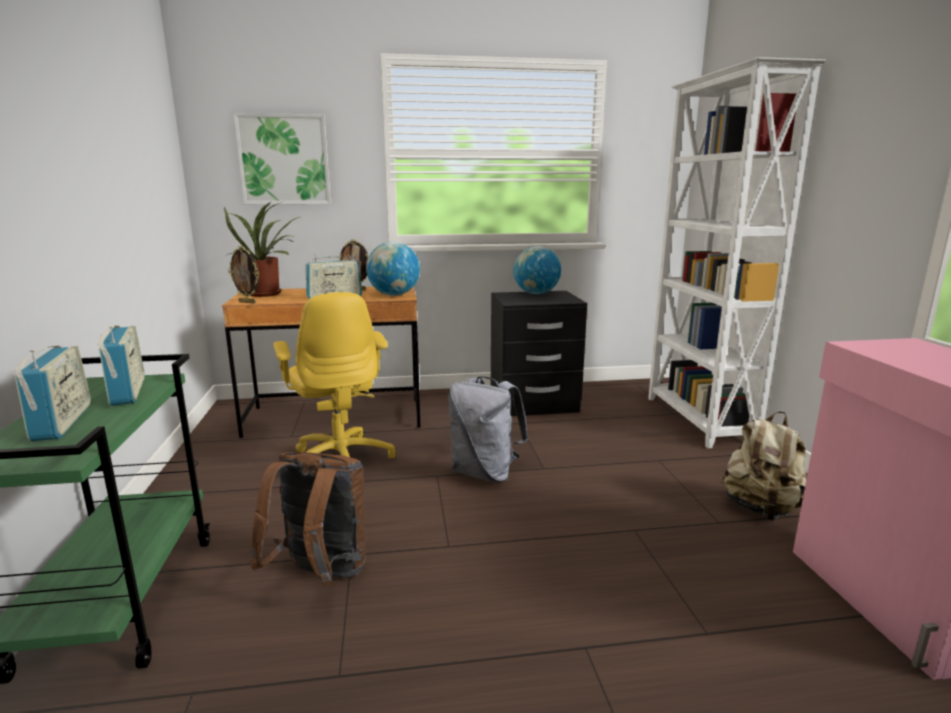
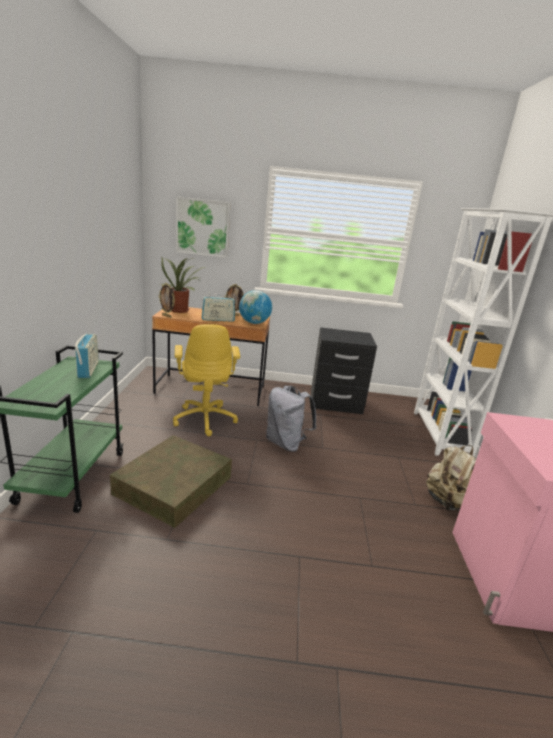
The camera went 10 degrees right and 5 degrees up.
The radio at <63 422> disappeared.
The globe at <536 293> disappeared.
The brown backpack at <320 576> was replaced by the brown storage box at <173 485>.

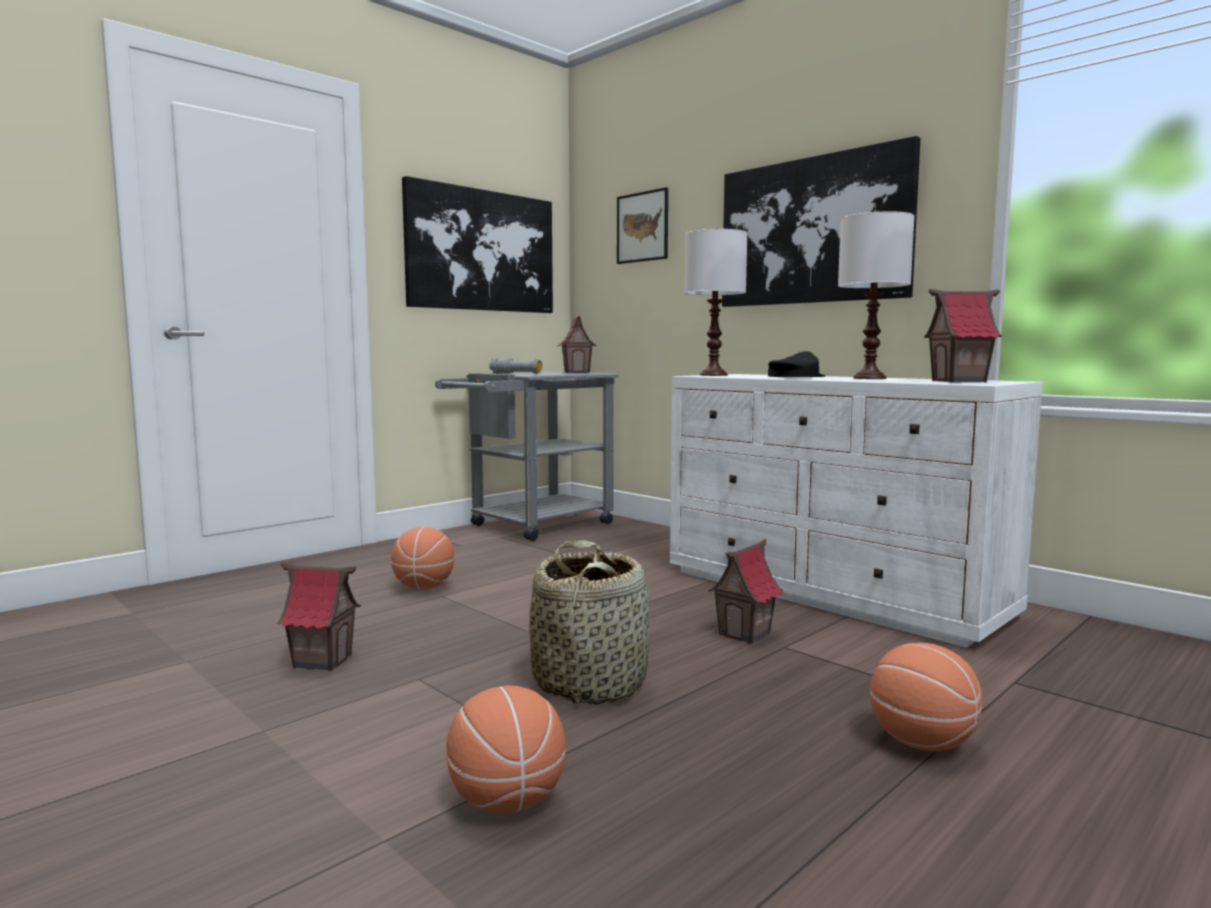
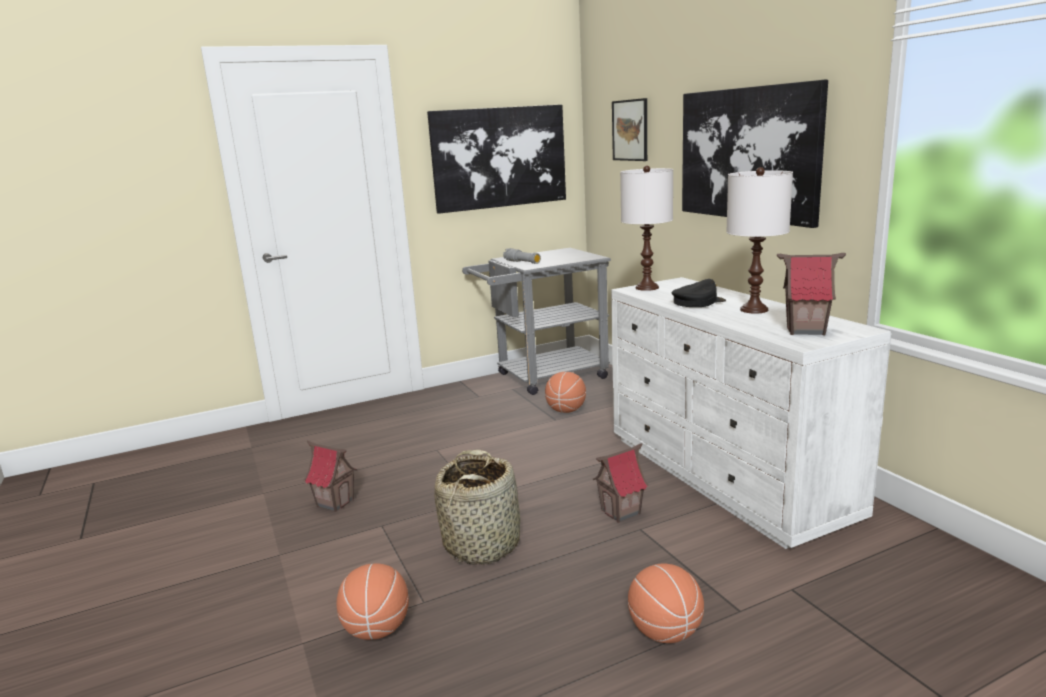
The camera went 20 degrees right and 10 degrees up.
The toy house at <577 372> disappeared.
The basketball moved from <424 587> to <566 410>.

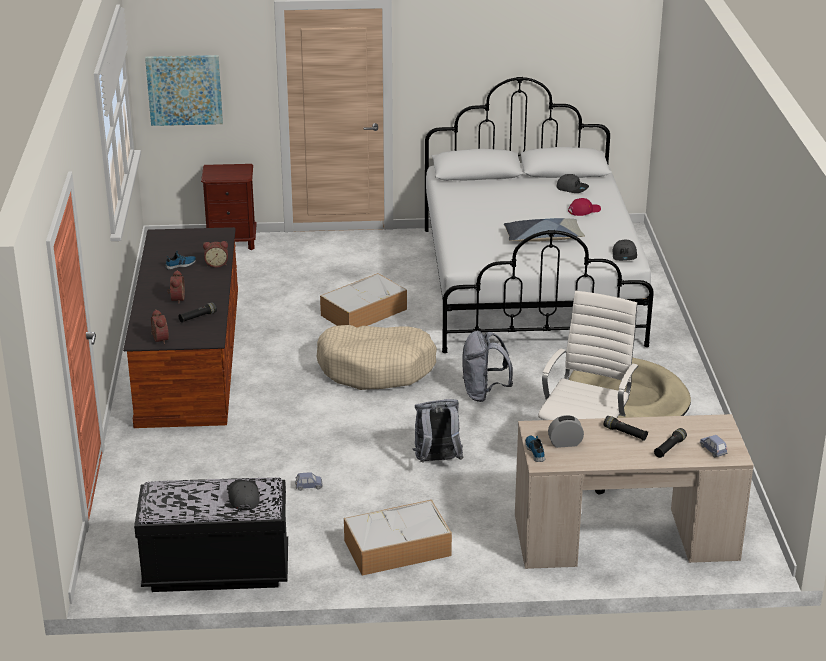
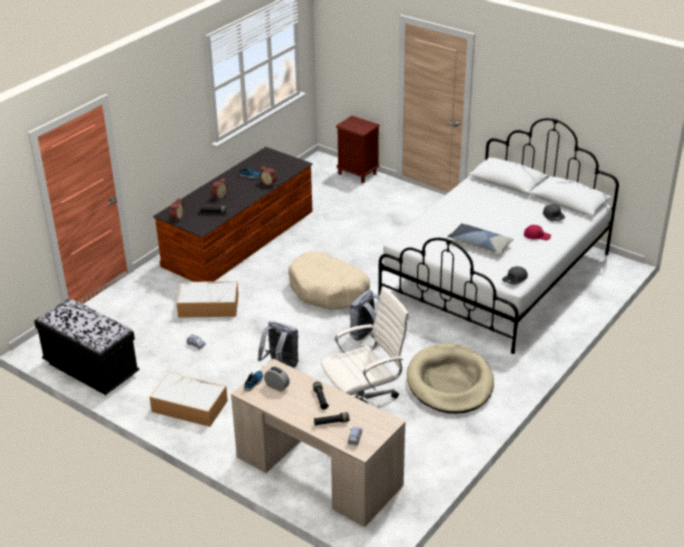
The camera went 40 degrees right and 5 degrees up.
The picture at <184 89> disappeared.
The grey cap at <243 497> disappeared.
The storage box moved from <364 312> to <209 306>.

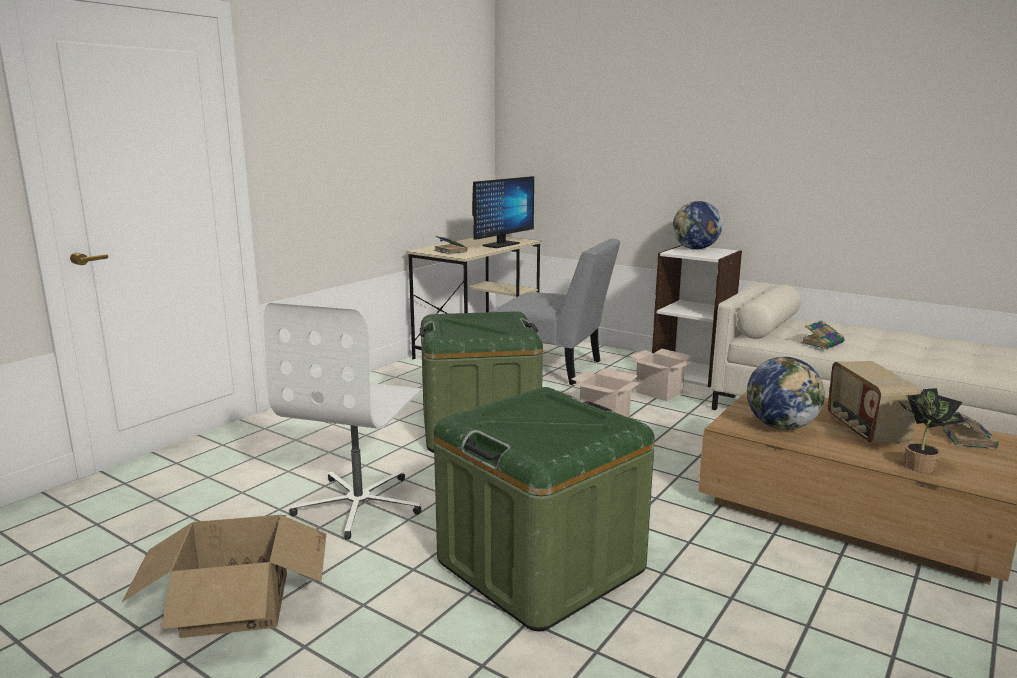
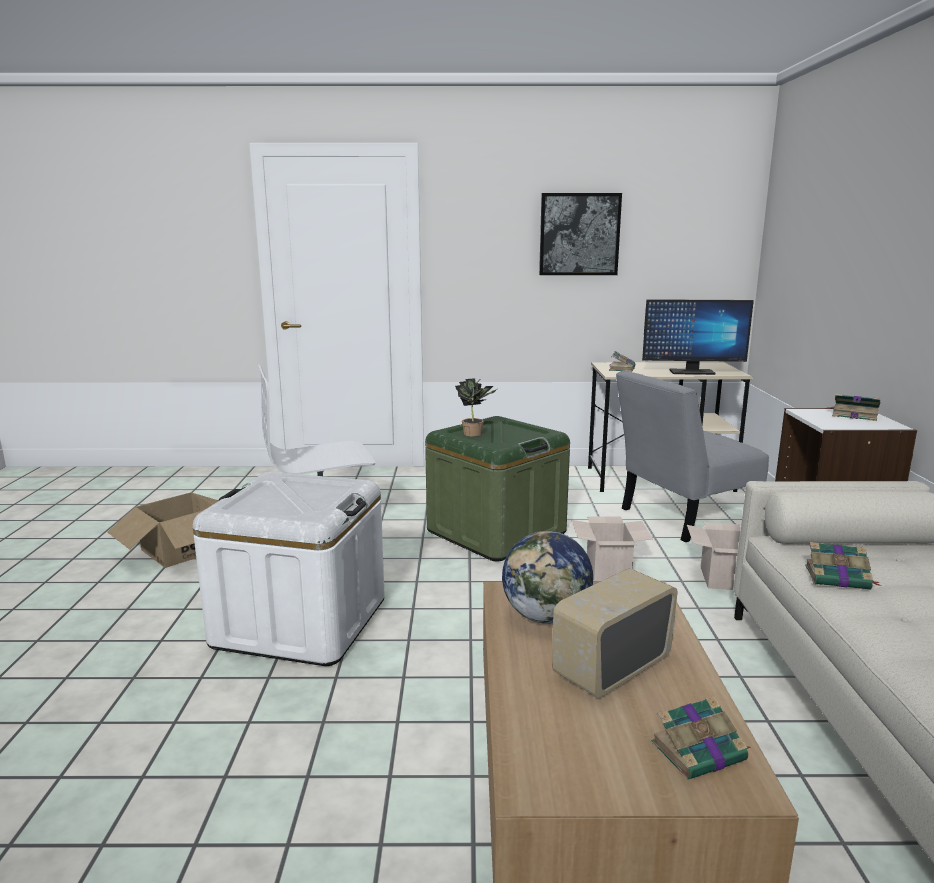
The camera went 55 degrees right and 0 degrees up.
The picture at <579 234> appeared.
The potted plant moved from <920 465> to <475 434>.
The globe at <695 249> was replaced by the book at <853 415>.
The green storage box at <540 565> became the white storage box at <300 622>.
The grey chair at <554 368> turned 75 degrees clockwise.

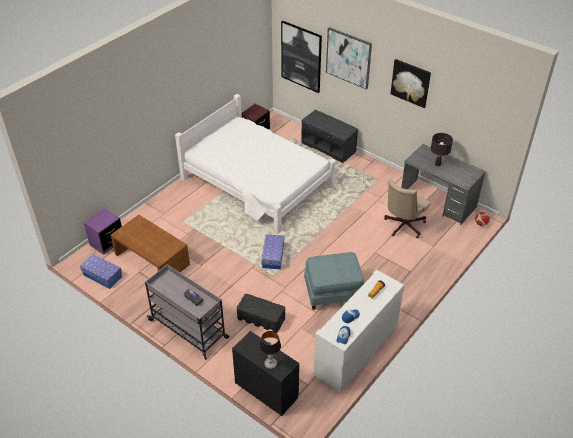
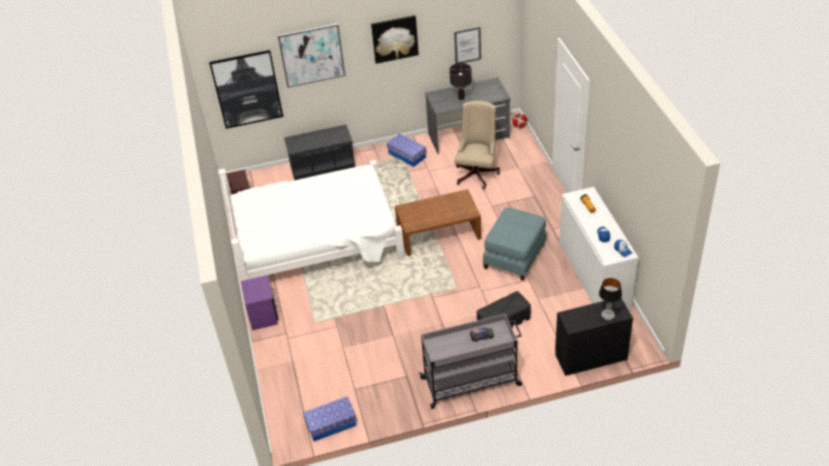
The camera went 50 degrees left and 0 degrees up.
The picture at <467 45> appeared.
The purple nightstand moved from <107 242> to <263 315>.
The brown coffee table moved from <152 260> to <438 234>.
The storage box moved from <273 256> to <407 155>.
The beige office chair at <402 226> turned 150 degrees counterclockwise.

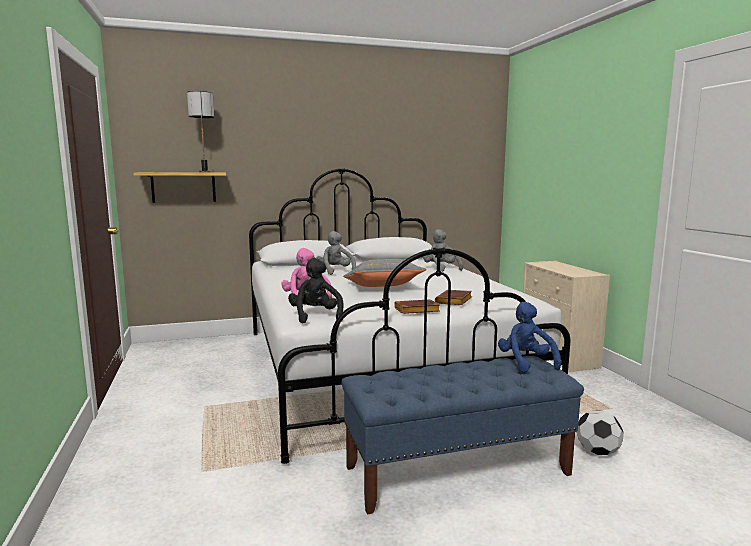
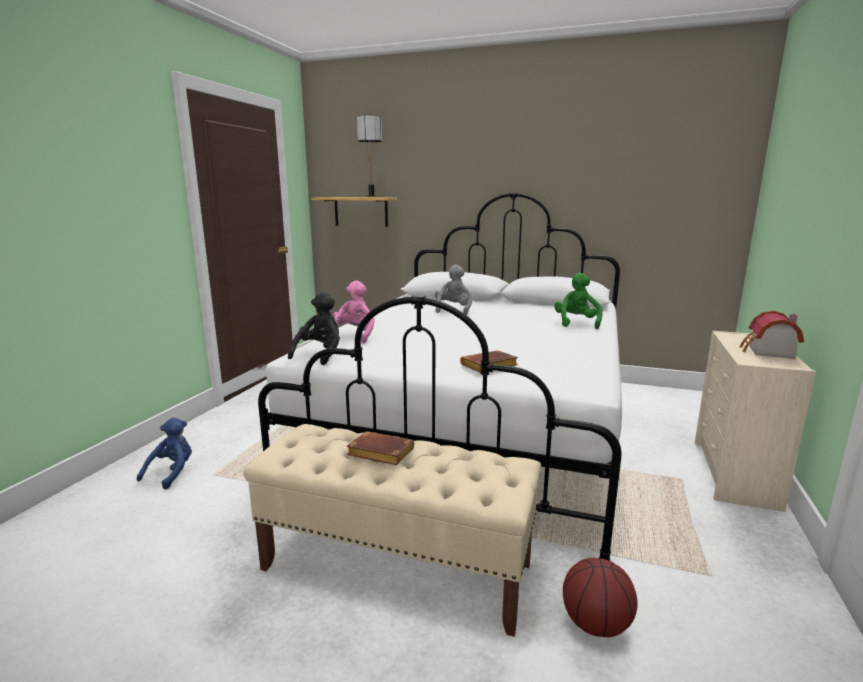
The camera went 35 degrees right and 5 degrees up.
The grey pillow at <382 288> disappeared.
The toy house at <768 352> appeared.
The brown book moved from <416 311> to <378 453>.
The blue plush toy moved from <526 362> to <172 473>.
The football at <597 452> was replaced by the basketball at <596 625>.
The blue bench at <458 470> became the beige bench at <397 566>.
The grey plush toy at <441 269> became the green plush toy at <576 323>.

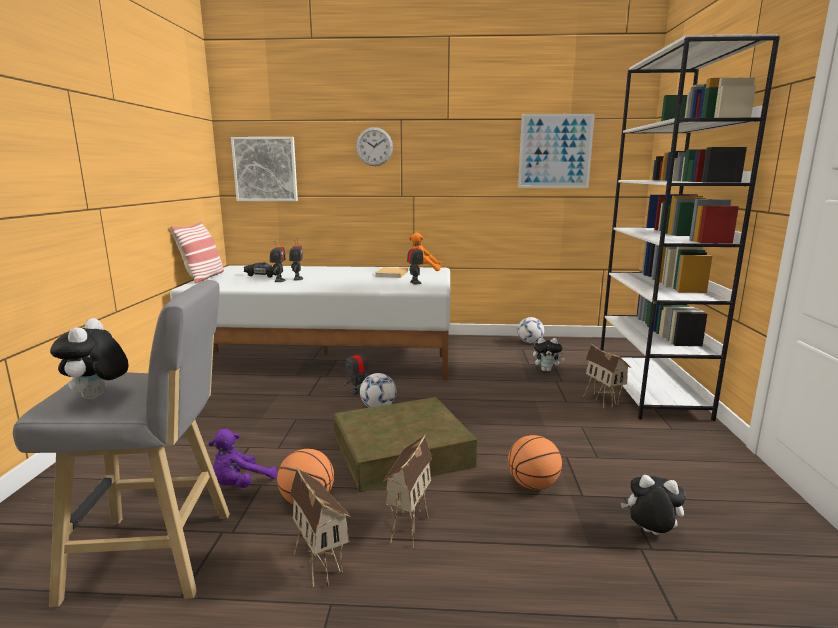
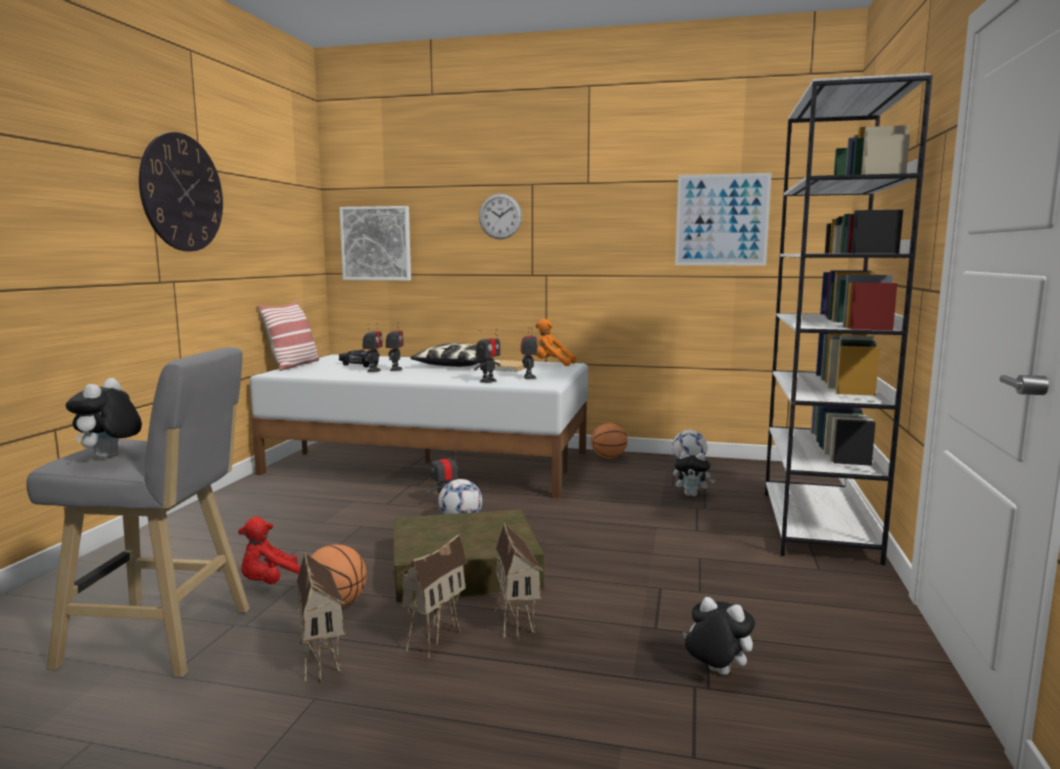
The camera went 10 degrees right and 5 degrees down.
The wall clock at <182 193> appeared.
The pillow at <455 365> appeared.
The toy robot at <488 381> appeared.
The basketball moved from <533 485> to <608 458>.
The toy house moved from <603 401> to <517 624>.
The purple plush toy at <240 485> became the red plush toy at <273 584>.

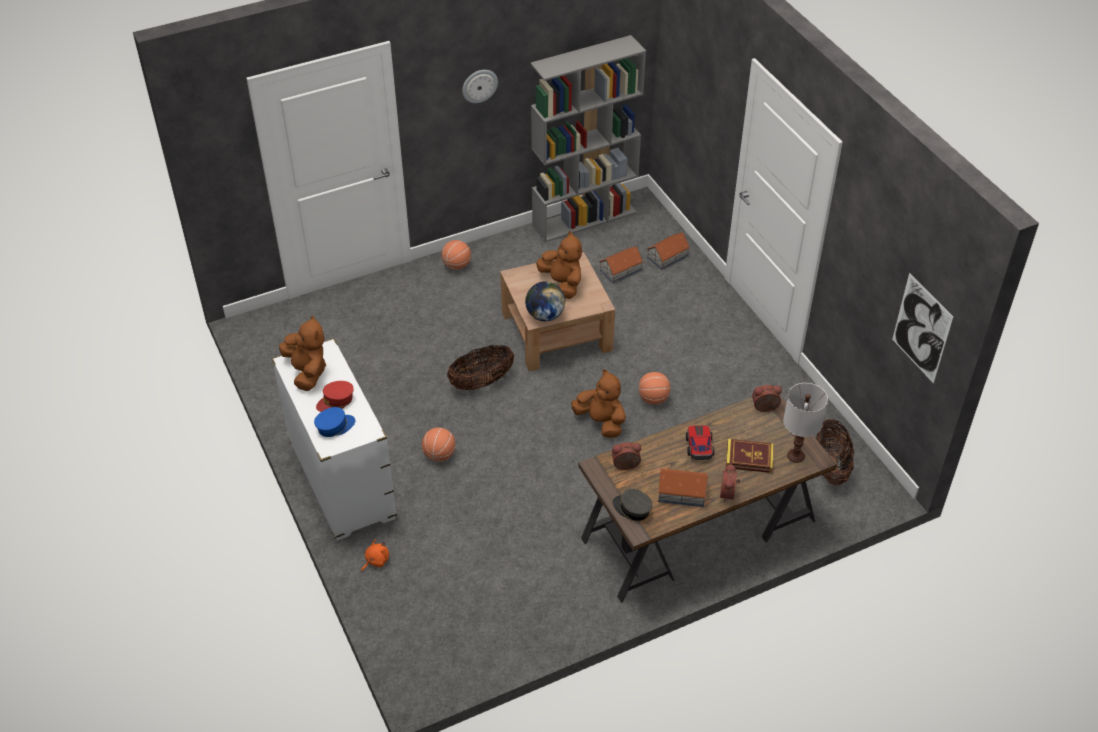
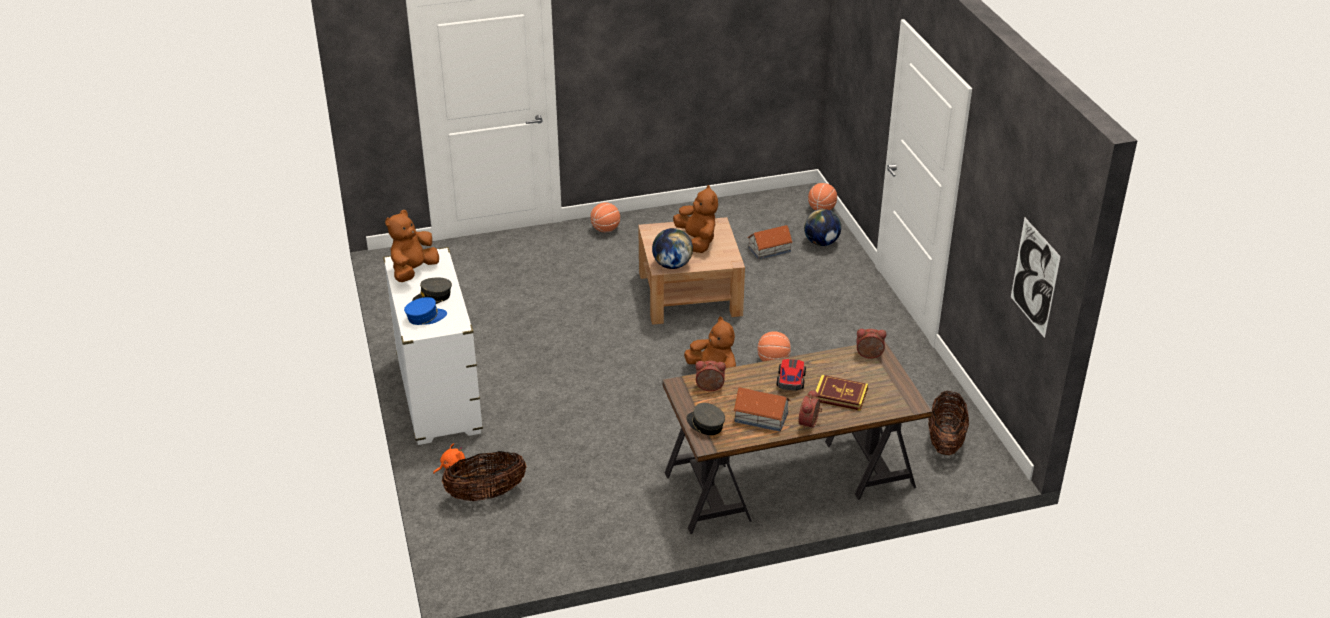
The camera went 10 degrees right and 10 degrees down.
The wall clock at <479 85> disappeared.
The grey bookcase at <584 218> disappeared.
The white table lamp at <795 456> disappeared.
The basketball moved from <439 455> to <821 209>.
The basket moved from <481 382> to <486 494>.
The toy house at <668 256> was replaced by the globe at <821 243>.
The red cap at <336 401> became the grey cap at <433 297>.
The brown plush toy at <307 372> turned 135 degrees counterclockwise.

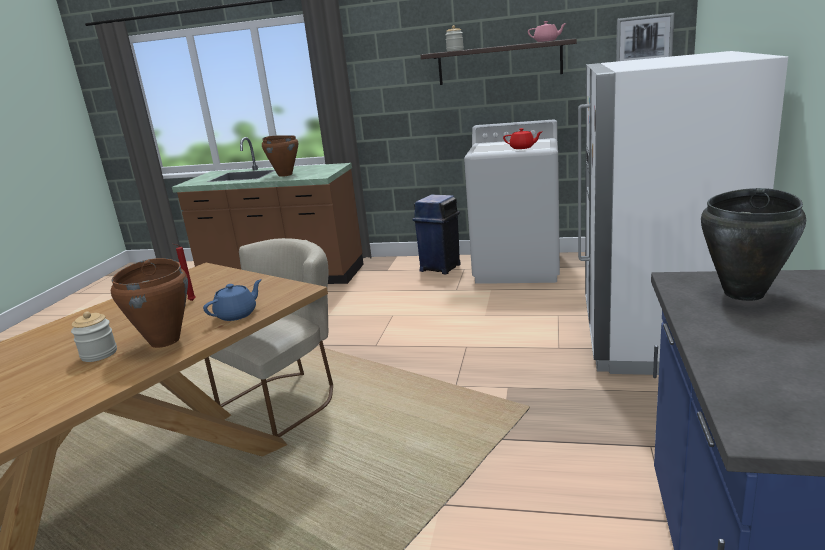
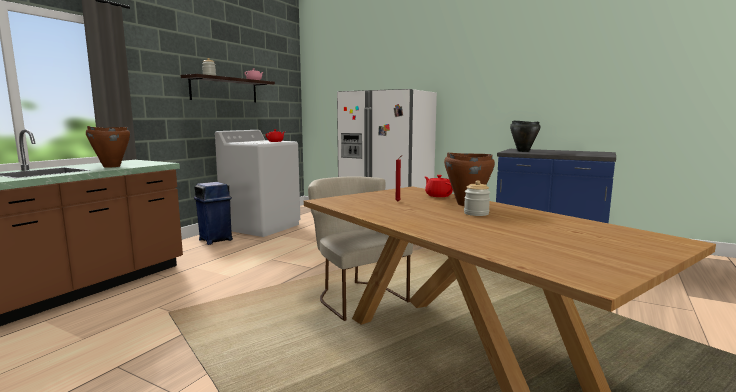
The camera went 75 degrees left and 10 degrees down.
The picture at <644 40> disappeared.
The blue teapot at <237 314> became the red teapot at <438 195>.

